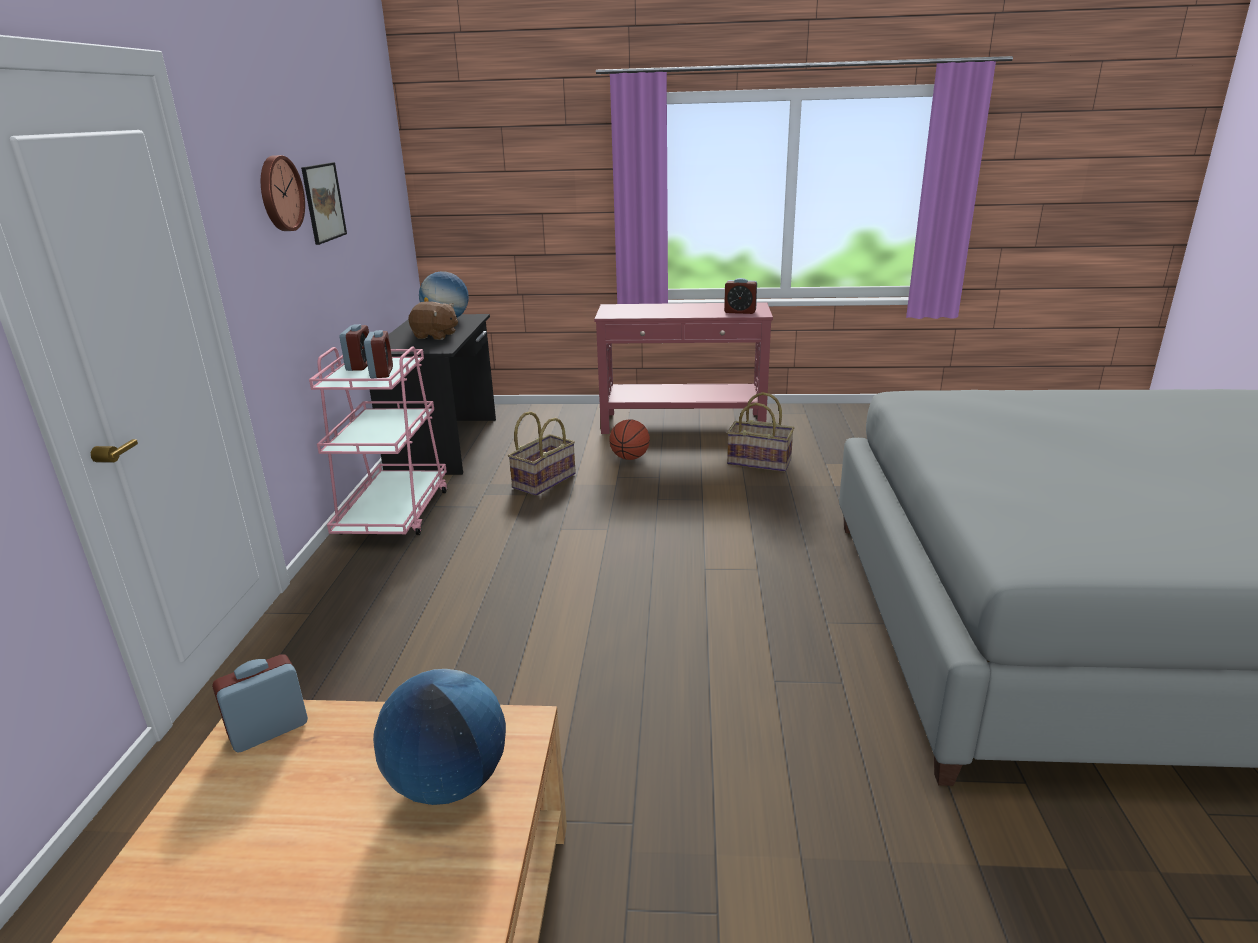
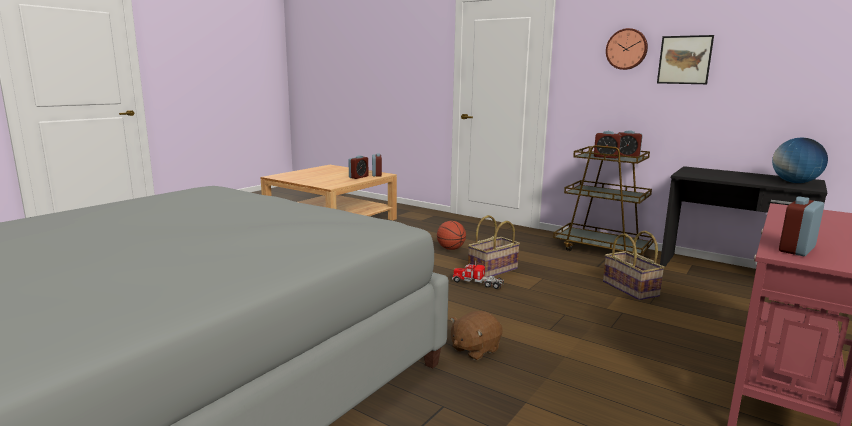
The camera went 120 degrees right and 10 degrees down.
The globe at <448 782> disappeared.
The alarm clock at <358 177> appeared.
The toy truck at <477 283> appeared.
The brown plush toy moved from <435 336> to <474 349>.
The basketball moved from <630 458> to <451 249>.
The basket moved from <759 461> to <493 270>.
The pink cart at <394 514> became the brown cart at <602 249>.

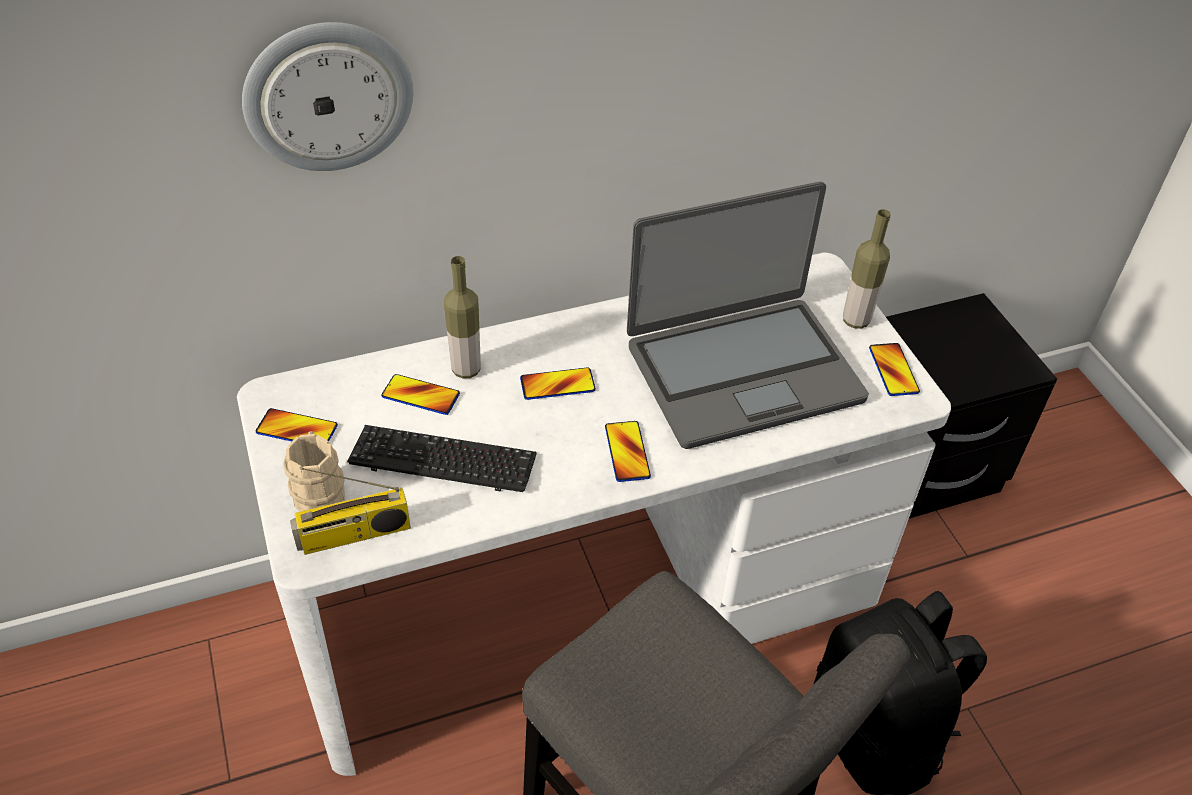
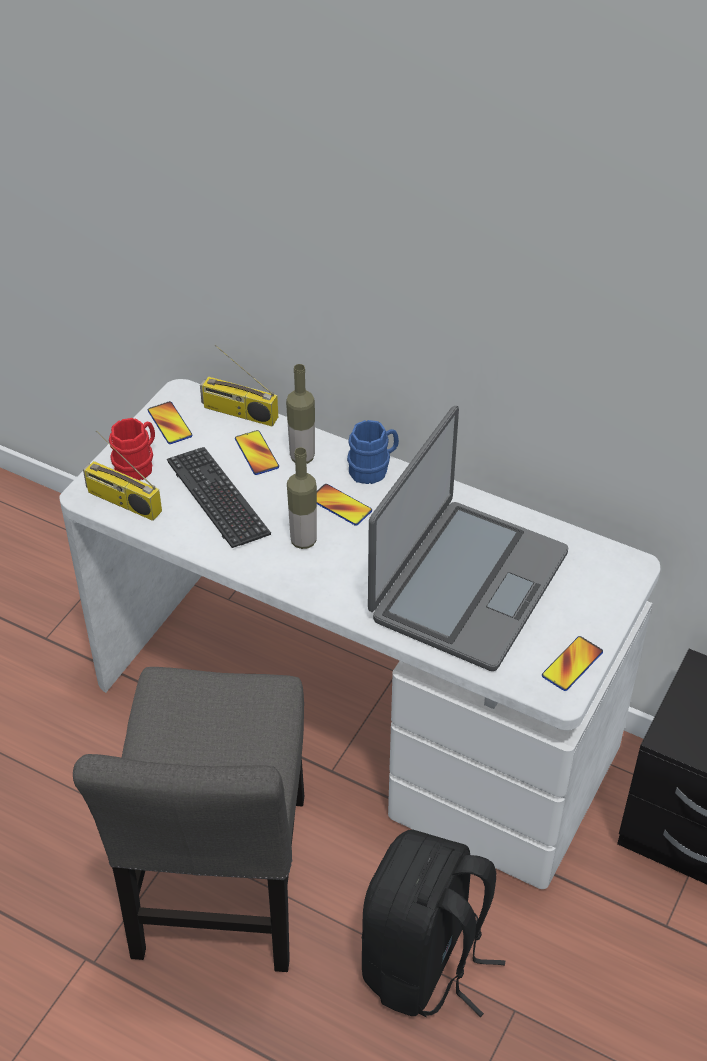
The camera went 50 degrees right and 0 degrees up.
The wall clock at <328 96> disappeared.
The phone at <627 452> disappeared.
The radio at <238 413> appeared.
The blue mug at <373 468> appeared.
The bottle moved from <856 320> to <303 541>.
The beige mug at <319 490> became the red mug at <138 465>.
The laptop at <742 371> turned 90 degrees counterclockwise.

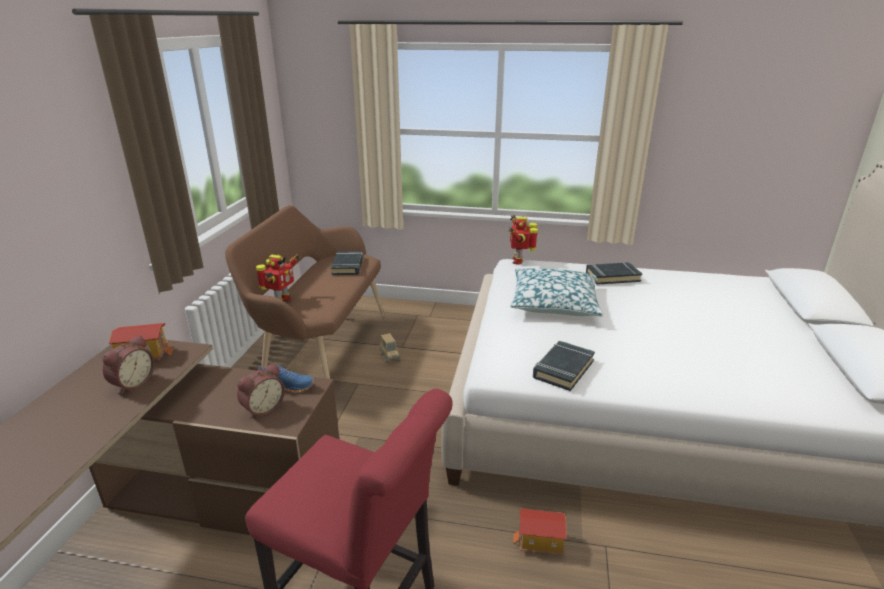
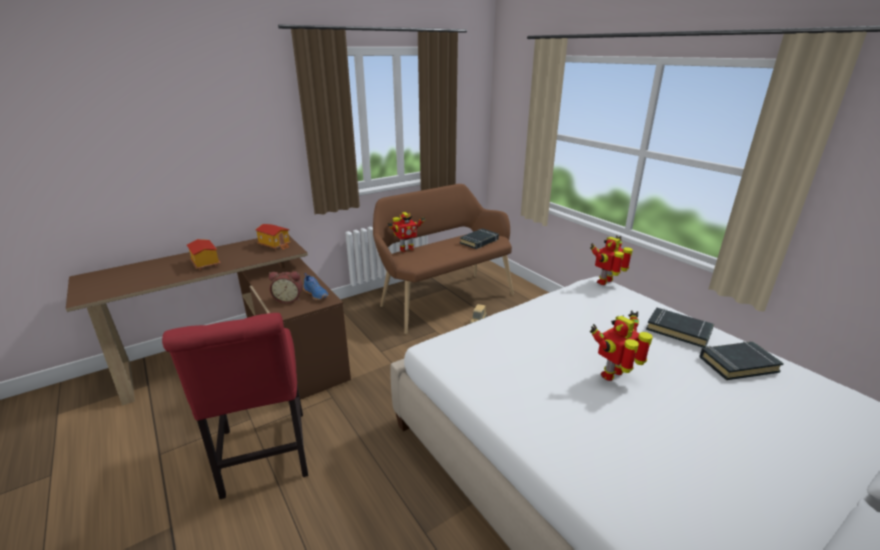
The camera went 45 degrees right and 0 degrees up.
The alarm clock at <132 383> disappeared.
The pillow at <554 303> disappeared.
The toy robot at <614 375> appeared.
The toy house moved from <540 543> to <205 264>.
The black book moved from <563 369> to <737 364>.

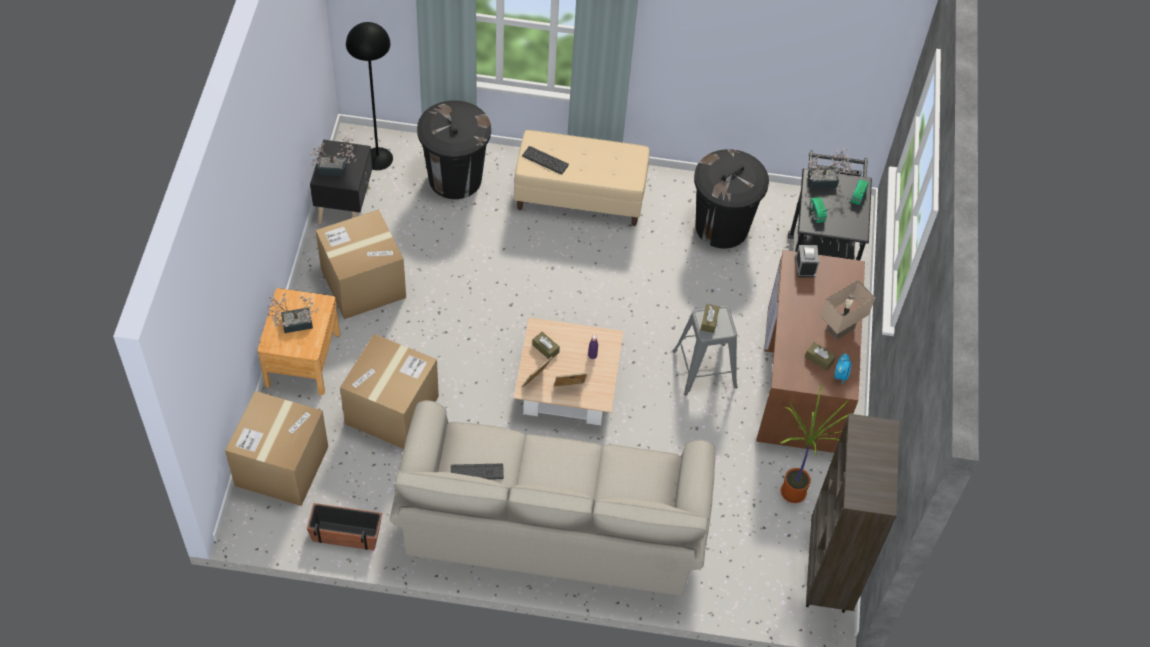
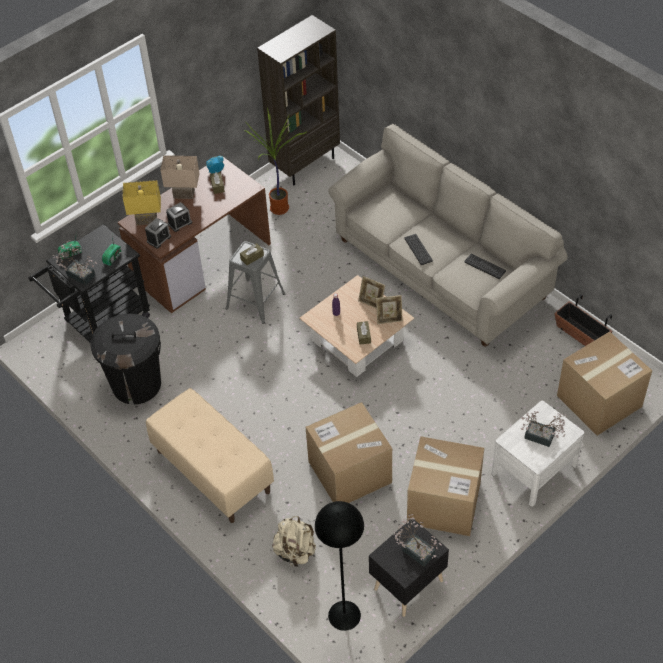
The camera went 135 degrees left and 5 degrees down.
The yellow table lamp at <146 221> appeared.
The alarm clock at <180 223> appeared.
The cardboard box moved from <392 410> to <350 472>.
The keyboard moved from <545 160> to <418 249>.
The black trash can at <455 178> was replaced by the beige backpack at <295 552>.
The brown nightstand at <303 359> became the white nightstand at <534 469>.

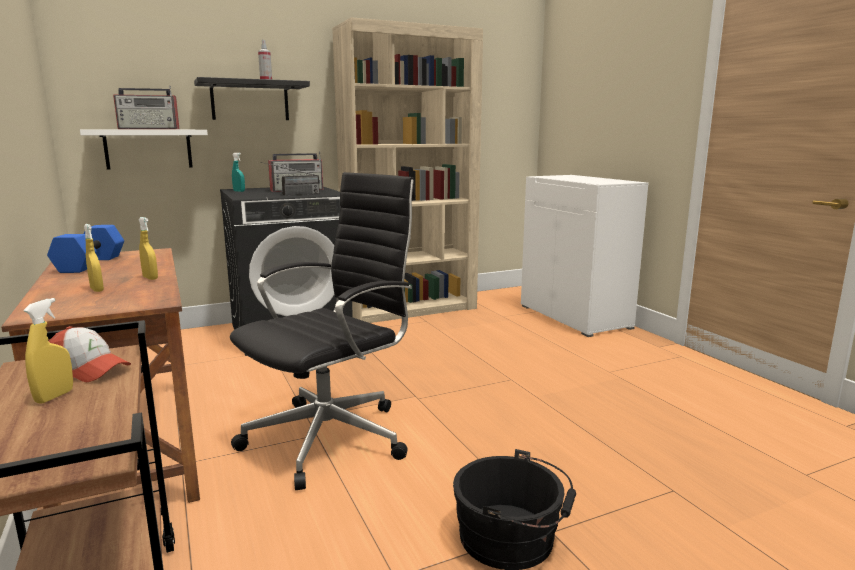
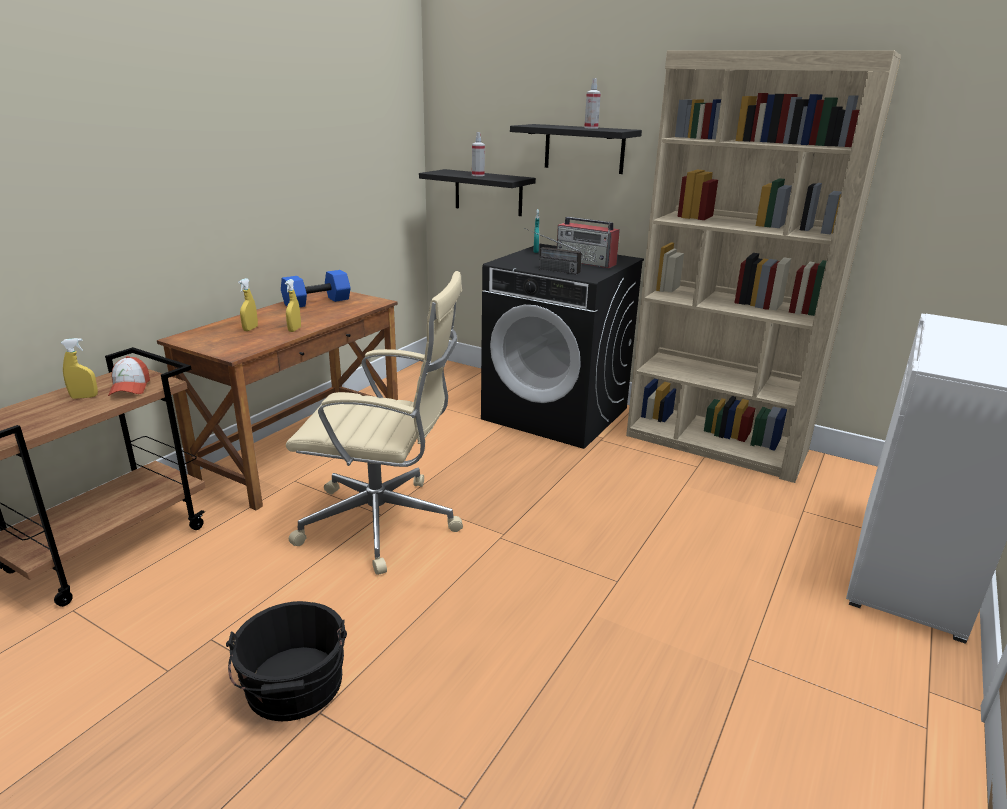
The camera went 55 degrees right and 10 degrees up.
The radio at <150 129> was replaced by the spray bottle at <478 175>.
The white shelf at <148 149> became the black shelf at <488 192>.
The black office chair at <332 437> became the beige office chair at <384 523>.

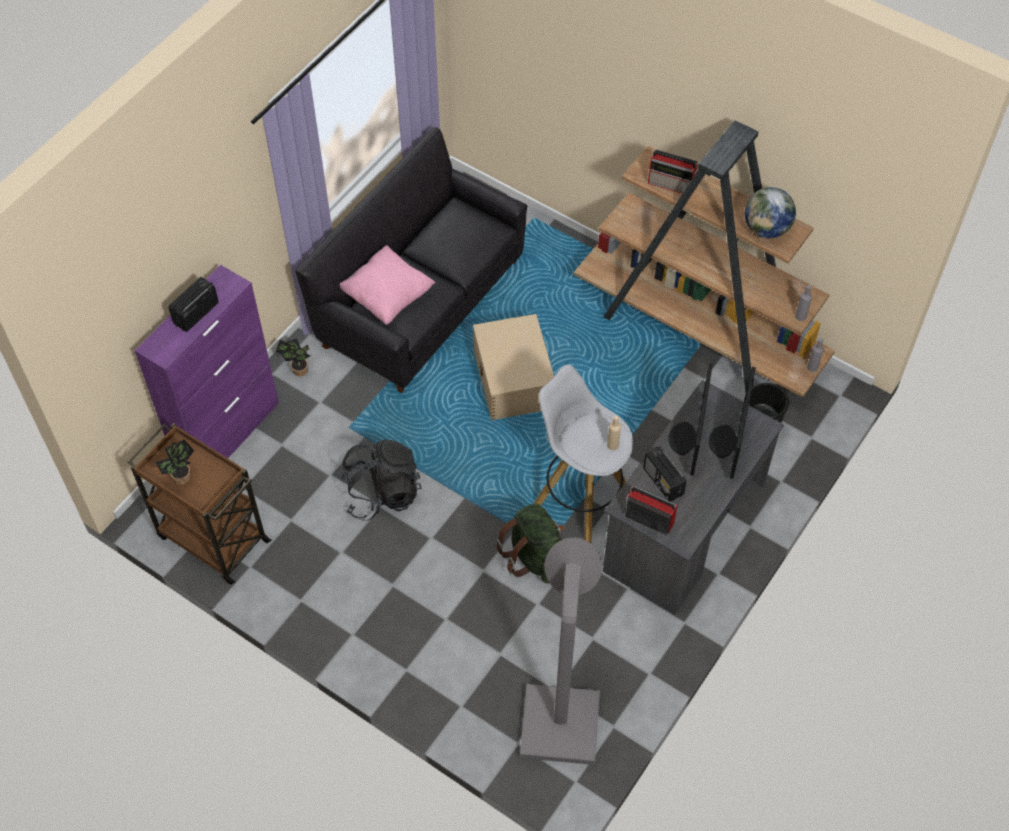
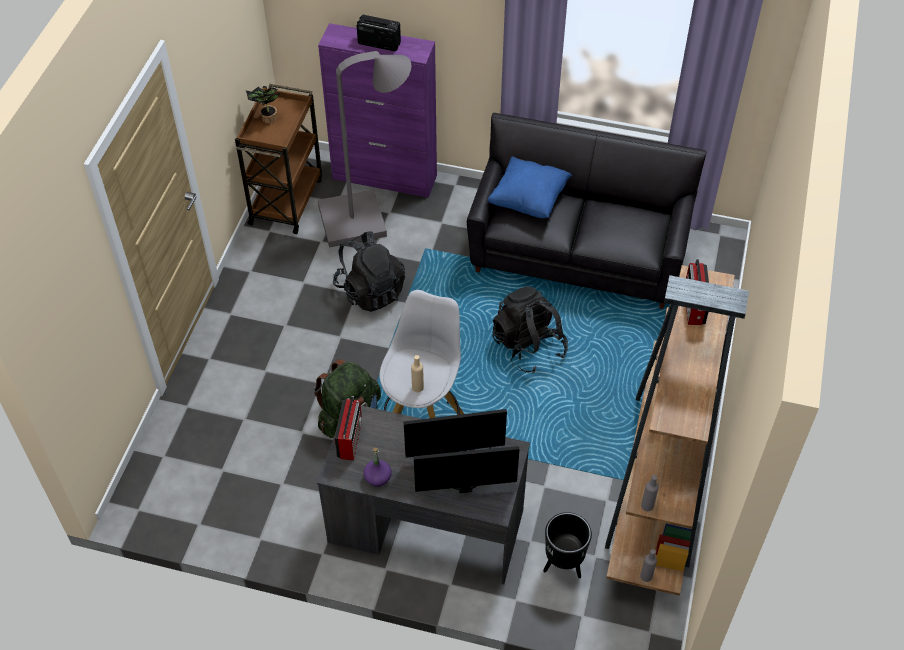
The camera went 70 degrees right and 5 degrees down.
The potted plant at <298 370> disappeared.
The radio at <663 482> disappeared.
The globe at <766 229> disappeared.
The purple bottle at <377 477> appeared.
The grey floor lamp moved from <561 711> to <364 218>.
The beige storage box at <513 380> was replaced by the black backpack at <528 346>.
The pink pillow at <387 296> became the blue pillow at <528 200>.

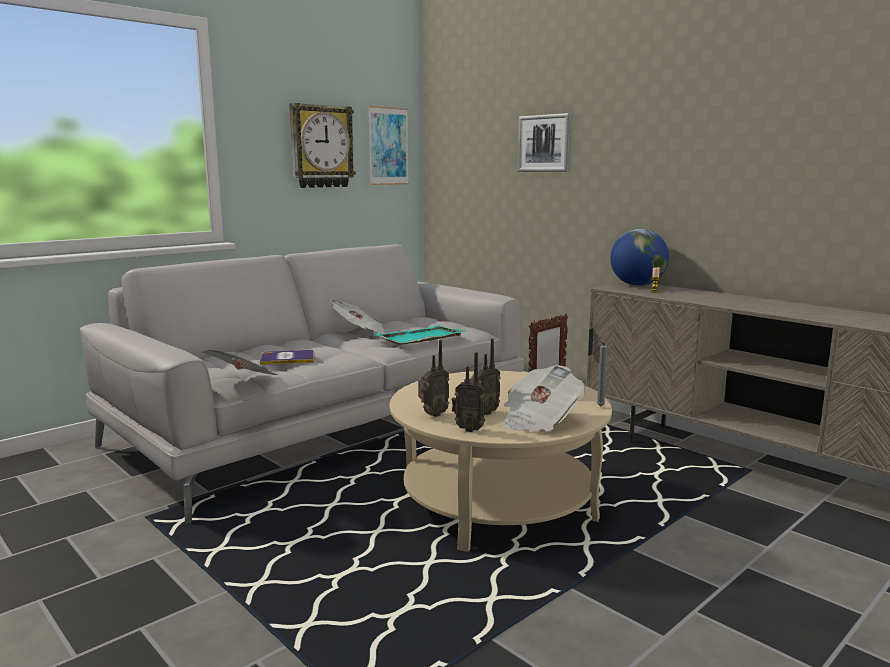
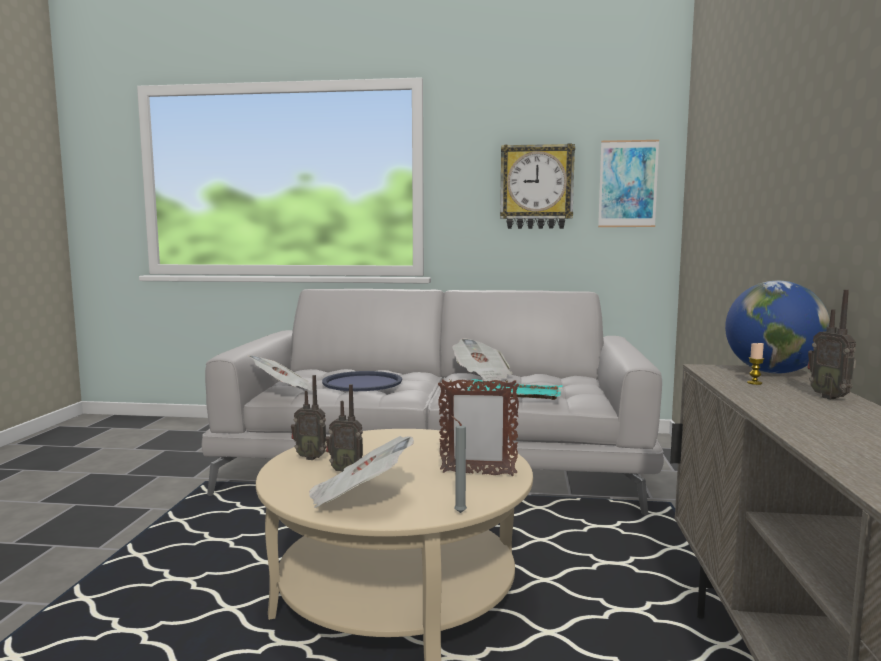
The camera went 50 degrees right and 5 degrees down.
The picture at <545 143> disappeared.
The radio moved from <469 429> to <830 397>.
The book at <287 358> was replaced by the blue tray at <362 383>.

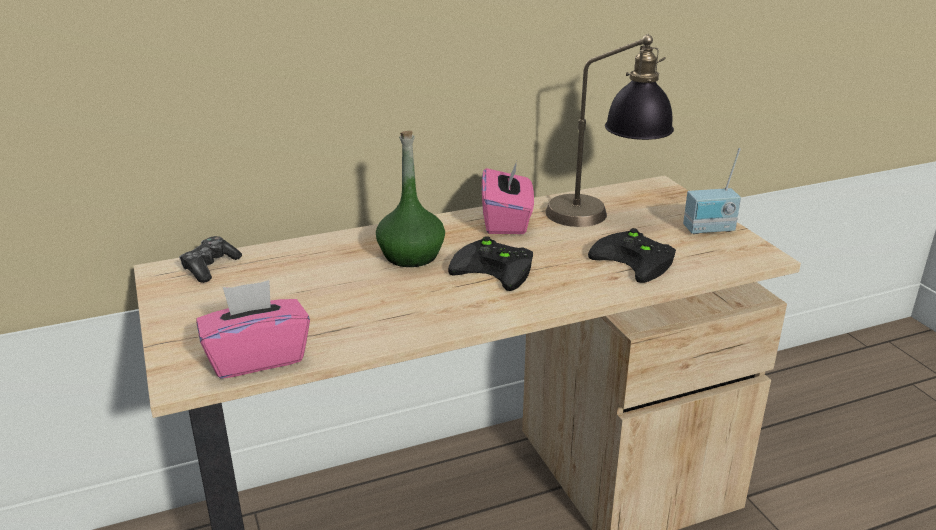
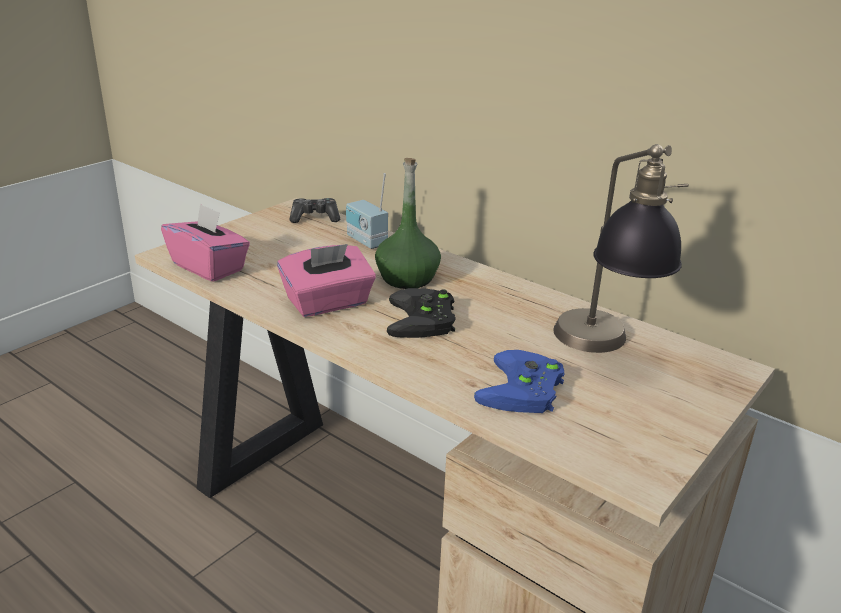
The camera went 60 degrees right and 0 degrees up.
The pink tissue box moved from <506 221> to <328 303>.
The radio moved from <709 230> to <365 241>.
The black game controller at <637 261> became the blue game controller at <523 391>.

